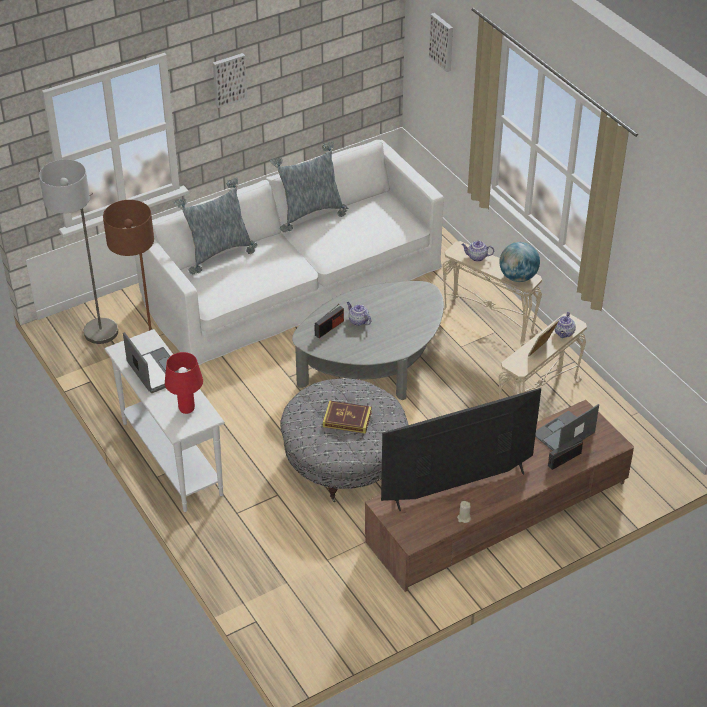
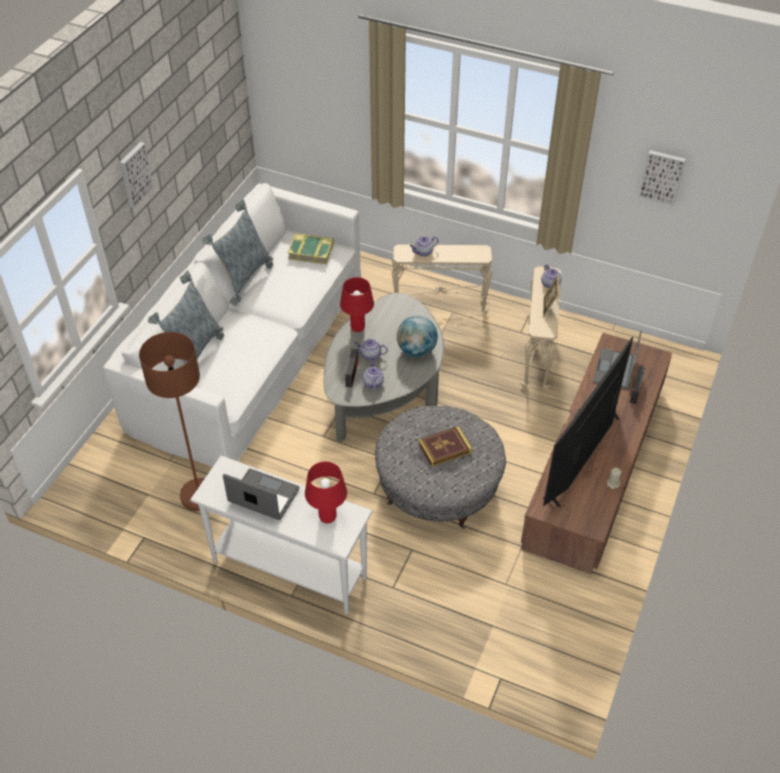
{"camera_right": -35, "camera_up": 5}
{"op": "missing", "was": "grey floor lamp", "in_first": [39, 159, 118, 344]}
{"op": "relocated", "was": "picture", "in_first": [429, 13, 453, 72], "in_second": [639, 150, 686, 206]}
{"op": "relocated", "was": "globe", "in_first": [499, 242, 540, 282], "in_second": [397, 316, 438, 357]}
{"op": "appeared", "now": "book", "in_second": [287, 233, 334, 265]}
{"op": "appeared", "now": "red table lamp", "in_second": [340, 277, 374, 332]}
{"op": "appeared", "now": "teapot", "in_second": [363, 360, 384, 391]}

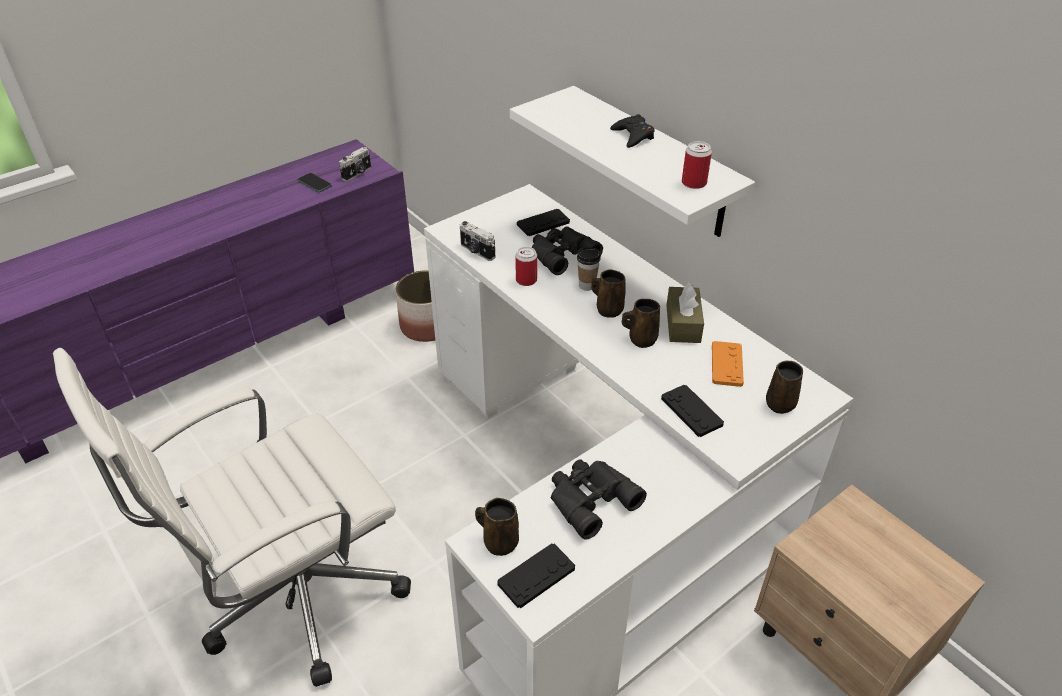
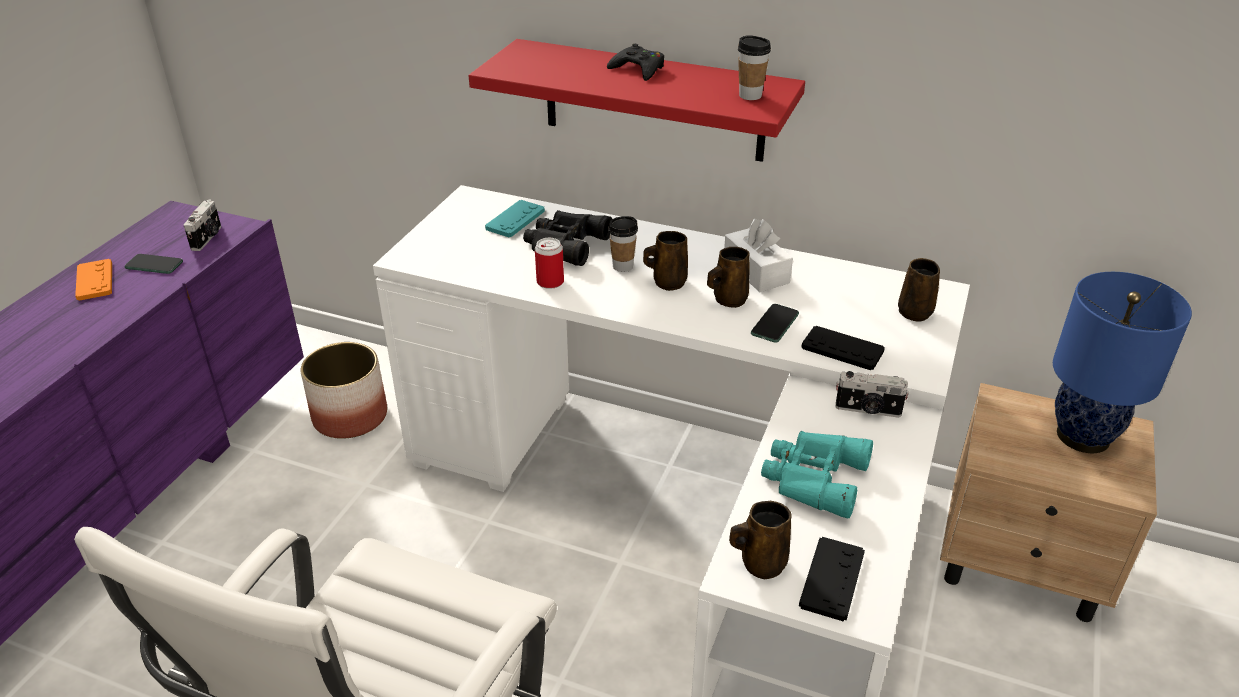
{"camera_right": -30, "camera_up": -5}
{"op": "relocated", "was": "photo camera", "in_first": [460, 221, 495, 261], "in_second": [836, 371, 909, 418]}
{"op": "colour", "was": "white shelf", "now": "red shelf", "in_first": [510, 86, 755, 237], "in_second": [469, 39, 805, 162]}
{"op": "colour", "was": "black game controller", "now": "turquoise game controller", "in_first": [517, 209, 570, 236], "in_second": [485, 200, 545, 237]}
{"op": "colour", "was": "black binoculars", "now": "turquoise binoculars", "in_first": [551, 459, 647, 540], "in_second": [761, 431, 873, 518]}
{"op": "colour", "was": "brown tissue box", "now": "white tissue box", "in_first": [666, 282, 704, 343], "in_second": [724, 219, 793, 292]}
{"op": "exchanged", "was": "can", "now": "cup", "in_first": [682, 141, 712, 189], "in_second": [738, 35, 771, 100]}
{"op": "relocated", "was": "orange game controller", "in_first": [712, 341, 744, 387], "in_second": [75, 259, 112, 301]}
{"op": "appeared", "now": "phone", "in_second": [751, 304, 799, 343]}
{"op": "appeared", "now": "blue table lamp", "in_second": [1053, 272, 1192, 453]}

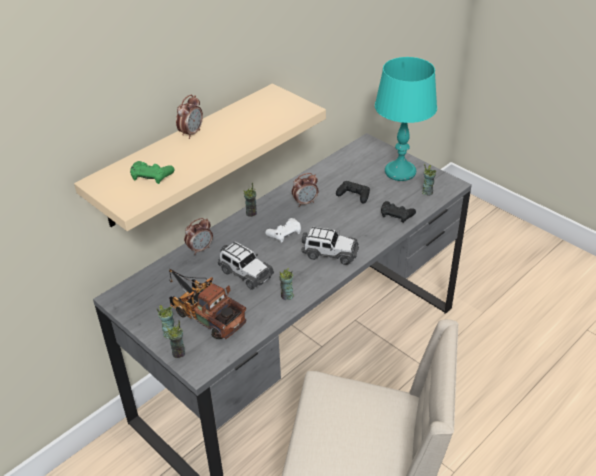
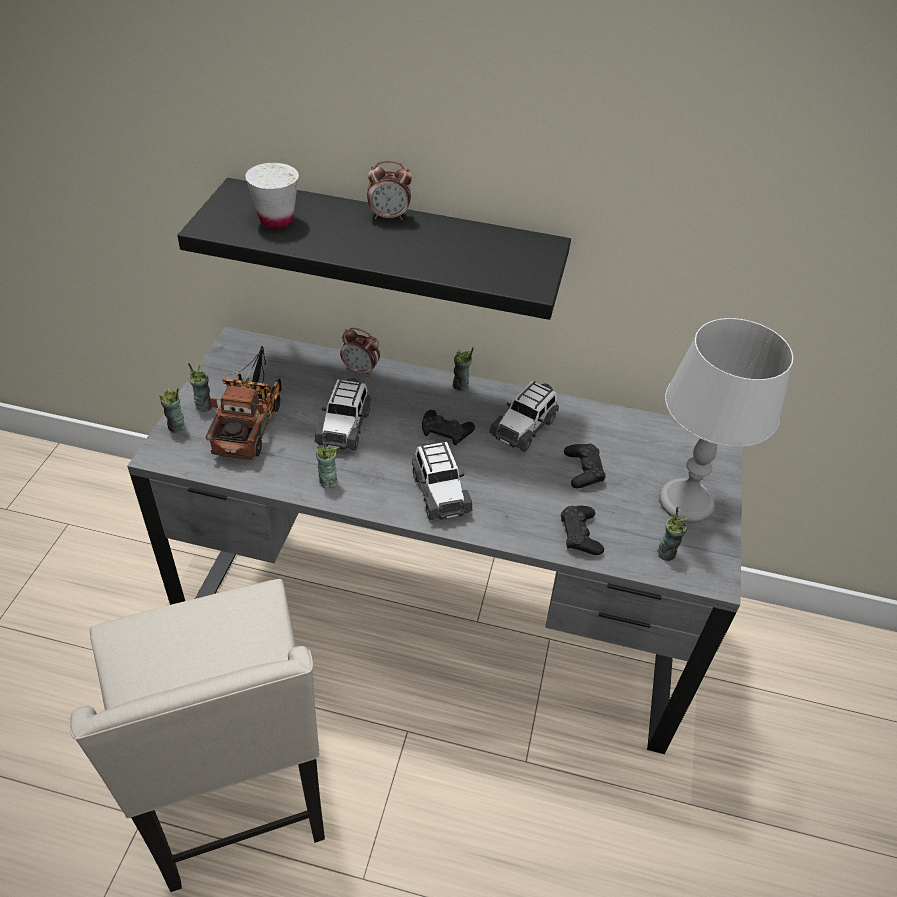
{"camera_right": 55, "camera_up": 5}
{"op": "colour", "was": "beige shelf", "now": "black shelf", "in_first": [74, 84, 326, 231], "in_second": [177, 178, 571, 320]}
{"op": "exchanged", "was": "green game controller", "now": "white cup", "in_first": [130, 161, 174, 184], "in_second": [245, 163, 299, 229]}
{"op": "colour", "was": "white game controller", "now": "black game controller", "in_first": [265, 218, 301, 242], "in_second": [422, 410, 475, 446]}
{"op": "exchanged", "was": "alarm clock", "now": "toy car", "in_first": [292, 173, 318, 207], "in_second": [489, 381, 559, 452]}
{"op": "colour", "was": "turquoise table lamp", "now": "grey table lamp", "in_first": [375, 57, 437, 181], "in_second": [659, 318, 793, 523]}

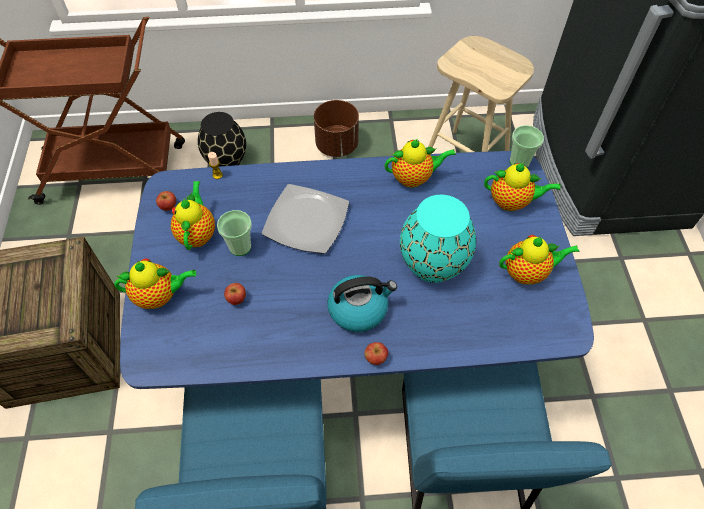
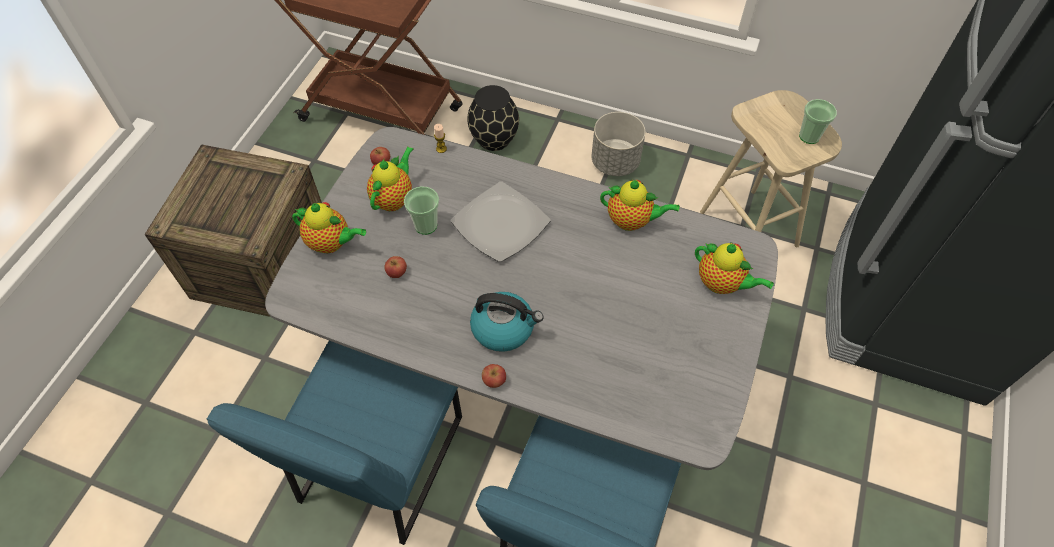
{"camera_right": 25, "camera_up": 0}
{"op": "colour", "was": "blue dining table", "now": "grey dining table", "in_first": [120, 151, 594, 389], "in_second": [265, 127, 778, 470]}
{"op": "colour", "was": "brown planter", "now": "grey planter", "in_first": [314, 100, 359, 157], "in_second": [591, 112, 645, 176]}
{"op": "missing", "was": "turquoise vase", "in_first": [400, 195, 476, 283]}
{"op": "missing", "was": "teapot", "in_first": [499, 235, 580, 284]}
{"op": "relocated", "was": "cup", "in_first": [510, 125, 544, 167], "in_second": [799, 99, 837, 144]}

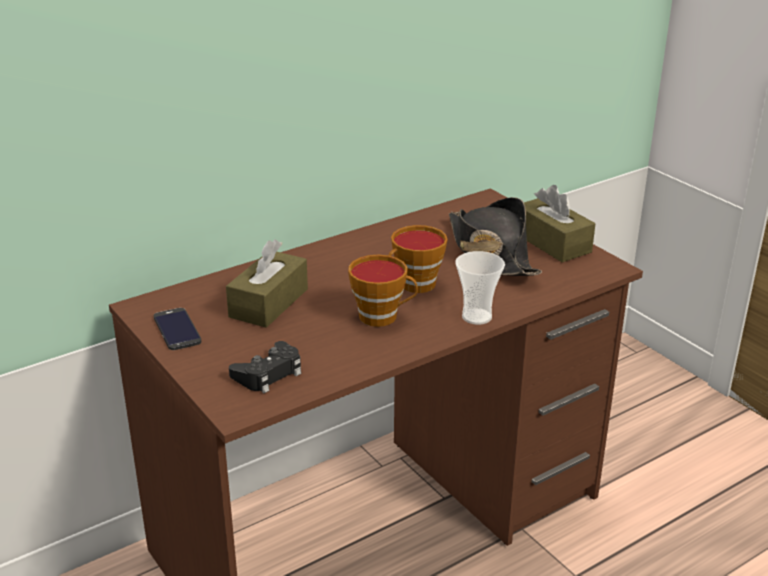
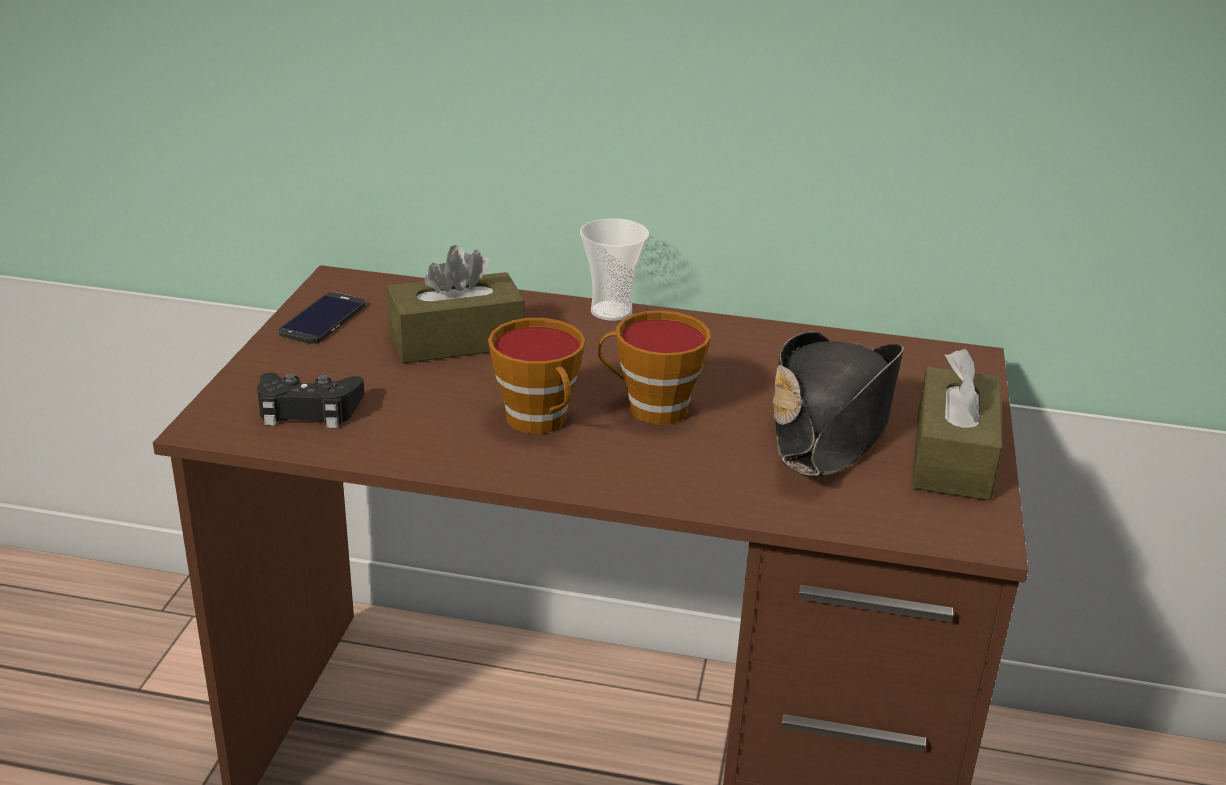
{"camera_right": 45, "camera_up": 0}
{"op": "relocated", "was": "cup", "in_first": [455, 251, 505, 325], "in_second": [580, 218, 649, 321]}

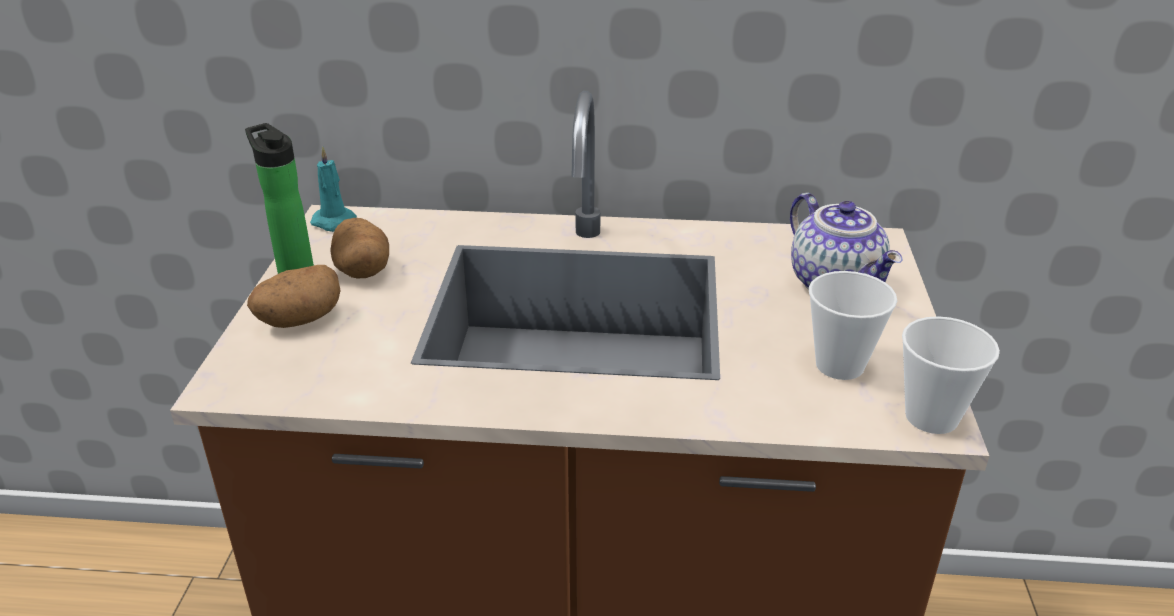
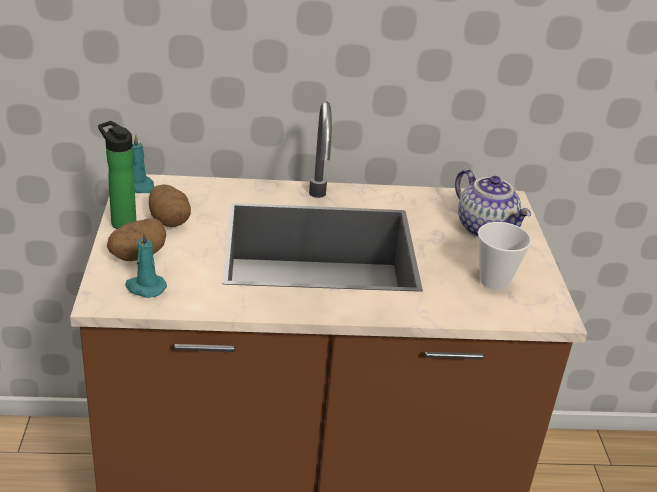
{"camera_right": -10, "camera_up": 0}
{"op": "missing", "was": "cup", "in_first": [902, 316, 1000, 434]}
{"op": "appeared", "now": "turquoise candle", "in_second": [125, 230, 167, 298]}

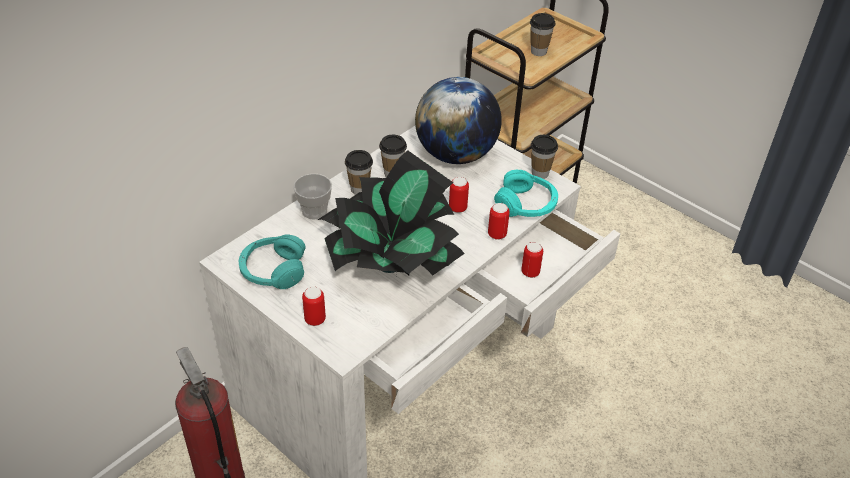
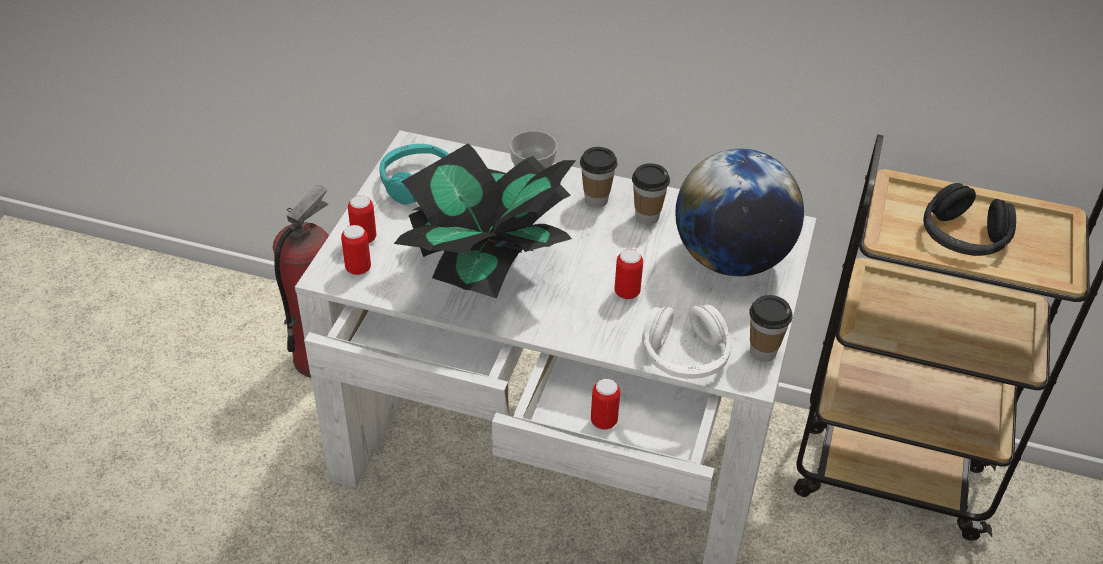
{"camera_right": 65, "camera_up": 0}
{"op": "relocated", "was": "can", "in_first": [488, 203, 510, 240], "in_second": [341, 225, 371, 275]}
{"op": "colour", "was": "turquoise headphones", "now": "white headphones", "in_first": [494, 170, 558, 217], "in_second": [642, 305, 731, 379]}
{"op": "exchanged", "was": "cup", "now": "black headphones", "in_first": [530, 13, 555, 56], "in_second": [923, 183, 1016, 256]}

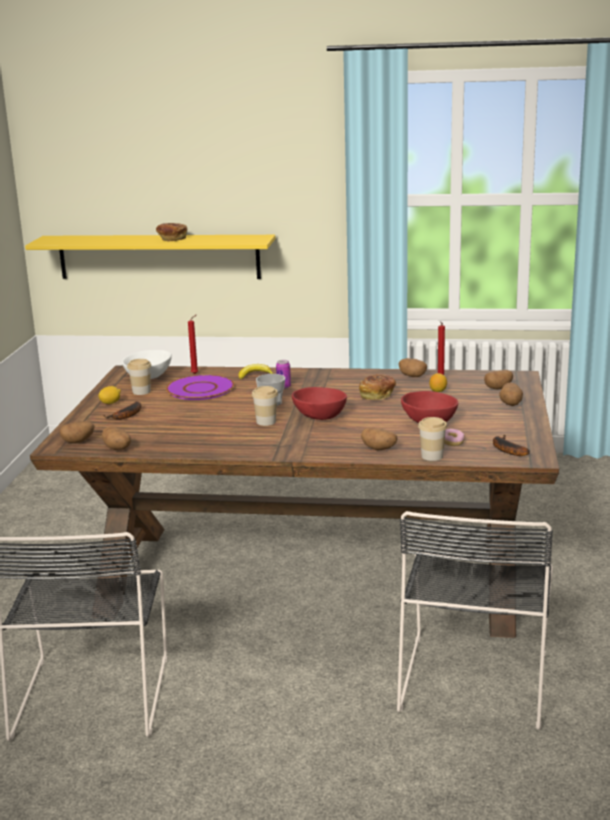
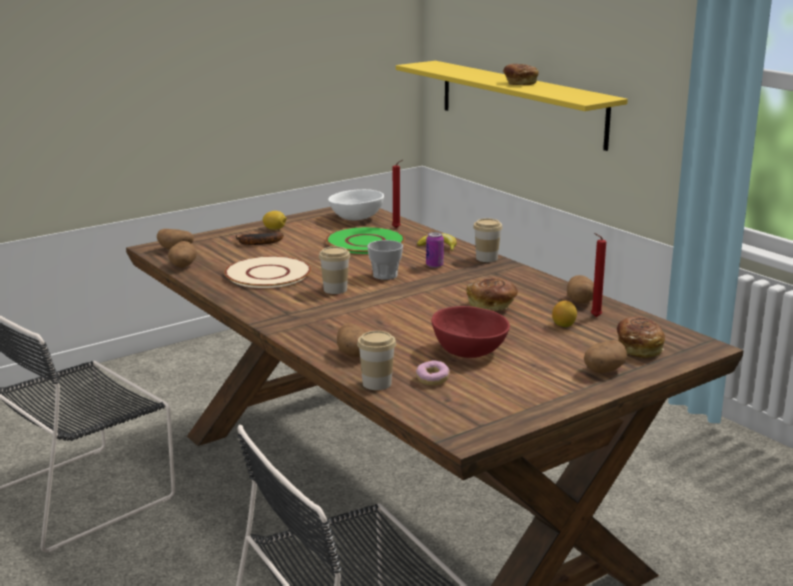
{"camera_right": 45, "camera_up": 0}
{"op": "relocated", "was": "cup", "in_first": [127, 359, 151, 395], "in_second": [473, 218, 502, 262]}
{"op": "colour", "was": "purple plate", "now": "green plate", "in_first": [166, 375, 234, 400], "in_second": [326, 227, 405, 254]}
{"op": "missing", "was": "red bowl", "in_first": [292, 387, 347, 420]}
{"op": "exchanged", "was": "potato", "now": "bread", "in_first": [484, 370, 513, 389], "in_second": [617, 317, 665, 358]}
{"op": "missing", "was": "banana", "in_first": [493, 435, 530, 456]}
{"op": "appeared", "now": "beige plate", "in_second": [224, 256, 311, 288]}

